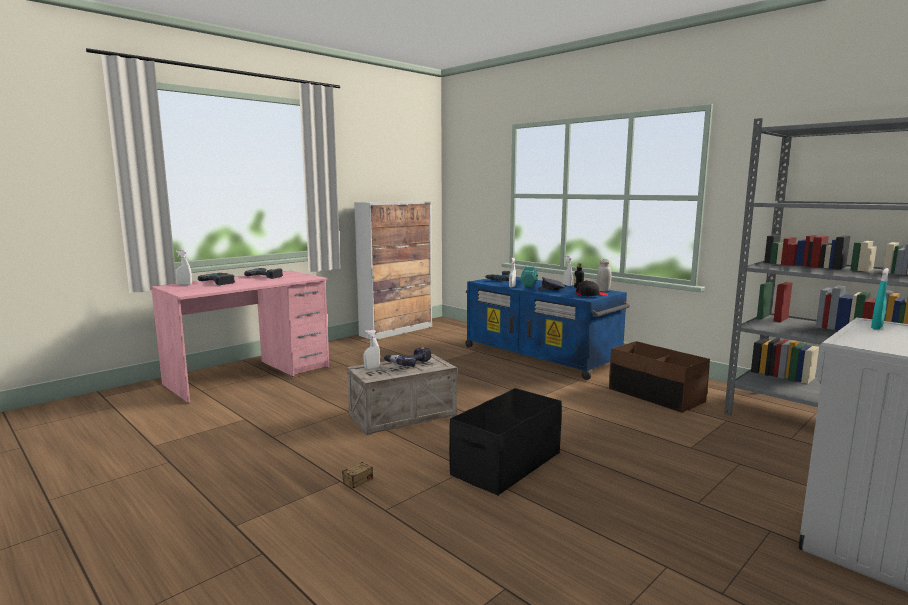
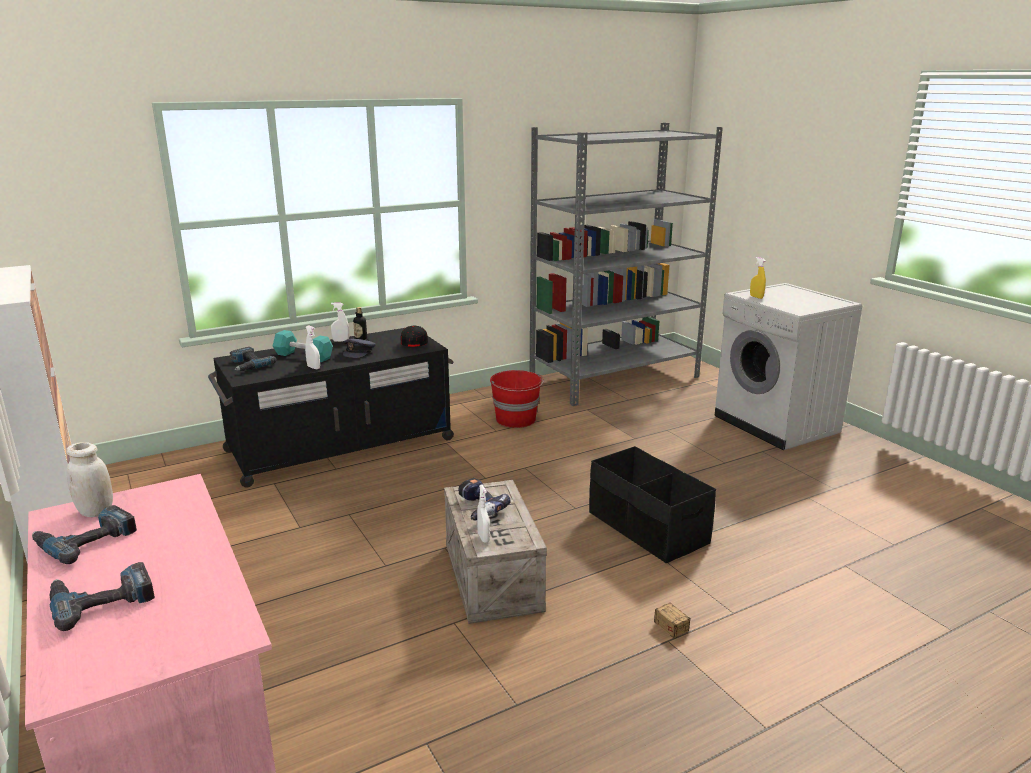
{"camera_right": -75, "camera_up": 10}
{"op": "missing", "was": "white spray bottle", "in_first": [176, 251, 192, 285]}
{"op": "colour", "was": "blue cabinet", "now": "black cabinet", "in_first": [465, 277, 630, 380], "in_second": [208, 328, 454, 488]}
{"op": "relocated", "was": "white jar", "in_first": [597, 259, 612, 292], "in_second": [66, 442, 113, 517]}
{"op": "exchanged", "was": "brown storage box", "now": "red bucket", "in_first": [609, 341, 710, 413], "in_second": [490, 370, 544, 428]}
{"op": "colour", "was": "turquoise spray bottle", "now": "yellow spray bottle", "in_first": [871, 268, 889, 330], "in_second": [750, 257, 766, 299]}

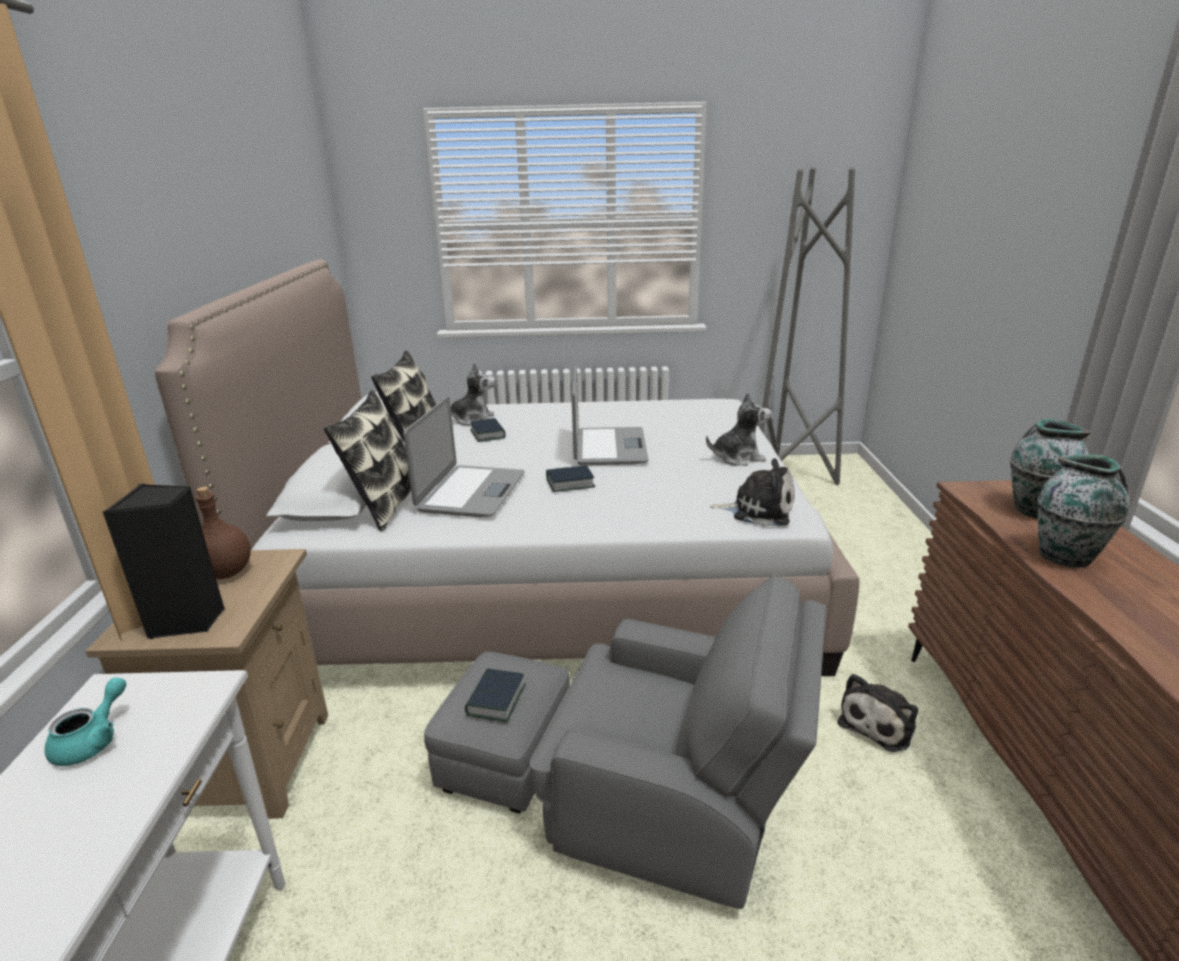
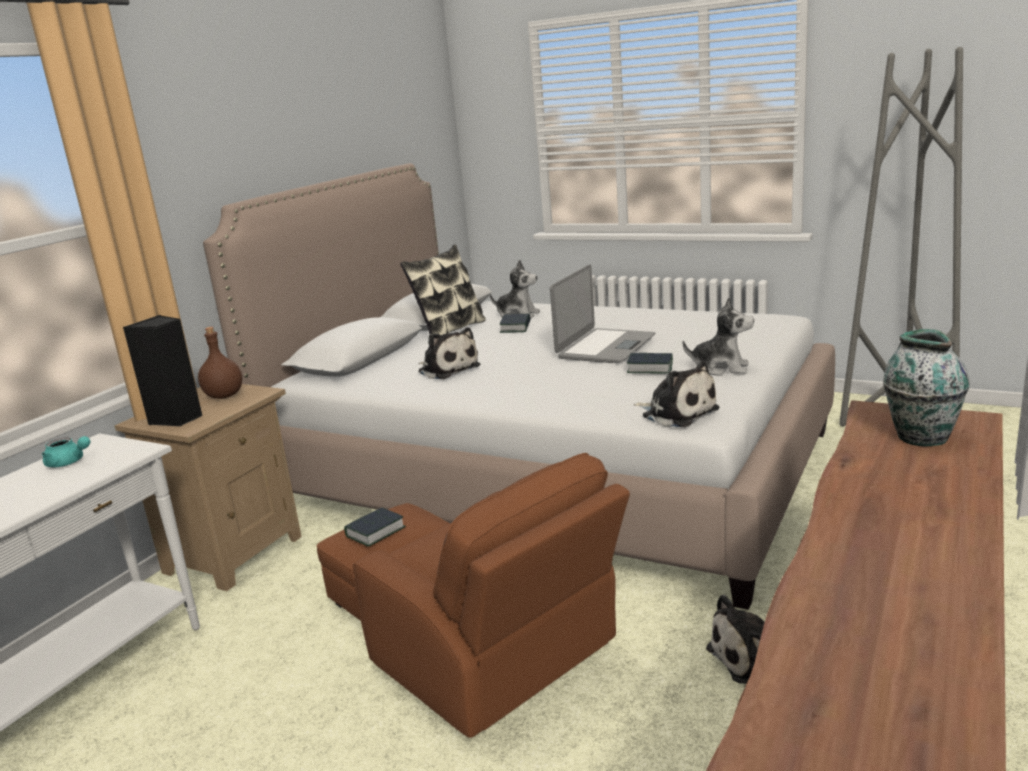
{"camera_right": 30, "camera_up": -5}
{"op": "spun", "was": "turquoise teapot", "in_first": [44, 677, 126, 766], "in_second": [42, 436, 91, 467], "clockwise": 60}
{"op": "missing", "was": "pillow", "in_first": [324, 390, 411, 531]}
{"op": "exchanged", "was": "laptop", "now": "plush toy", "in_first": [403, 397, 525, 517], "in_second": [419, 327, 480, 379]}
{"op": "colour", "was": "grey armchair", "now": "brown armchair", "in_first": [424, 575, 826, 909], "in_second": [316, 453, 630, 738]}
{"op": "relocated", "was": "book", "in_first": [546, 465, 595, 492], "in_second": [627, 353, 673, 374]}
{"op": "missing", "was": "vase", "in_first": [1037, 455, 1129, 568]}

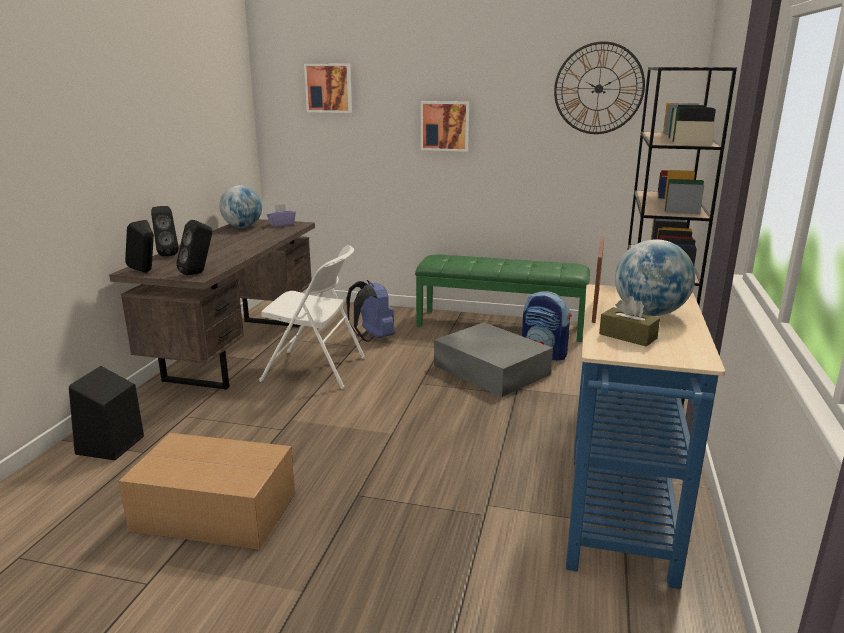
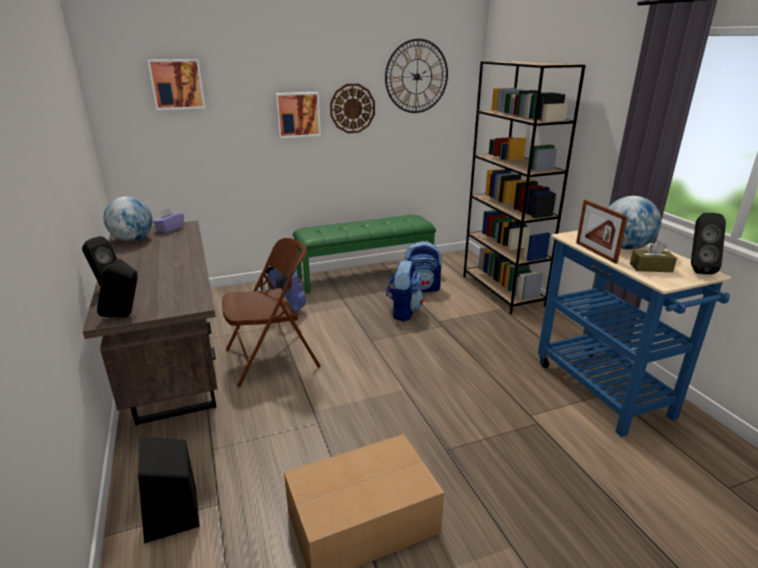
{"camera_right": -35, "camera_up": 5}
{"op": "relocated", "was": "black speaker", "in_first": [176, 220, 212, 275], "in_second": [691, 213, 726, 275]}
{"op": "colour", "was": "white chair", "now": "brown chair", "in_first": [259, 245, 365, 390], "in_second": [222, 238, 320, 387]}
{"op": "exchanged", "was": "grey storage box", "now": "backpack", "in_first": [434, 322, 553, 397], "in_second": [386, 260, 424, 321]}
{"op": "appeared", "now": "wall clock", "in_second": [330, 84, 375, 133]}

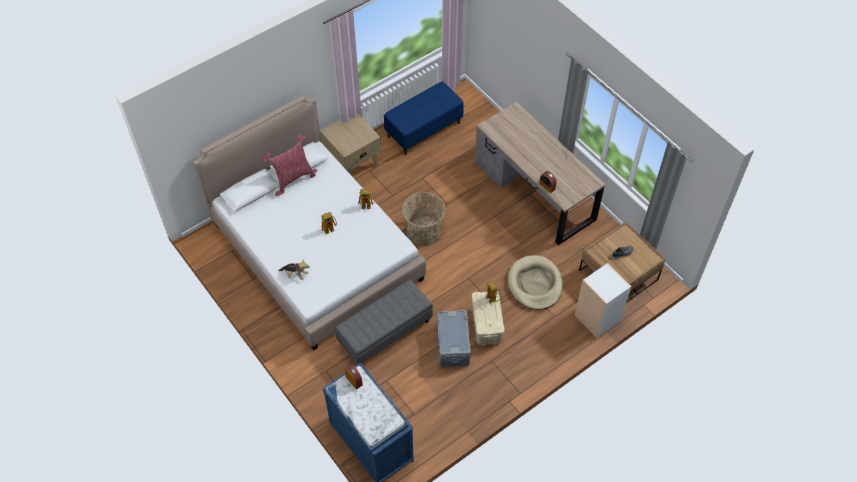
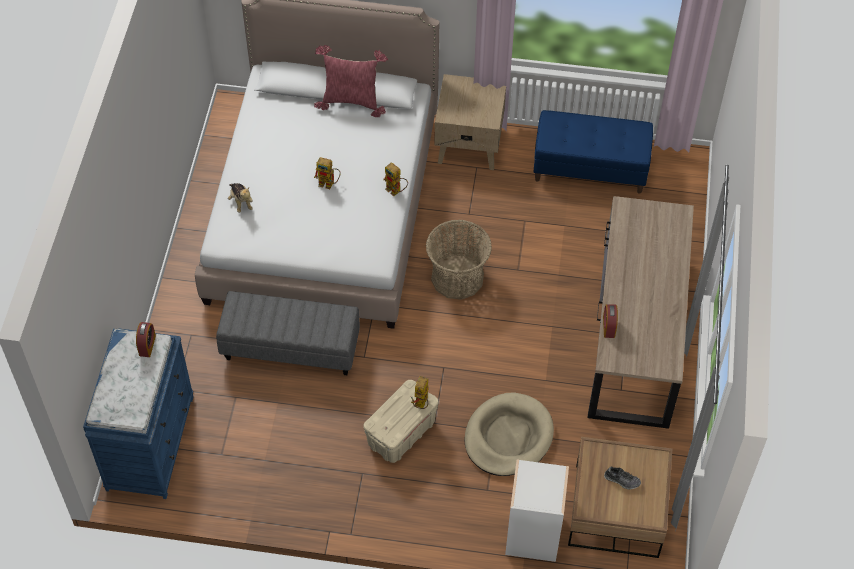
{"camera_right": 45, "camera_up": 0}
{"op": "missing", "was": "grey storage box", "in_first": [437, 310, 471, 368]}

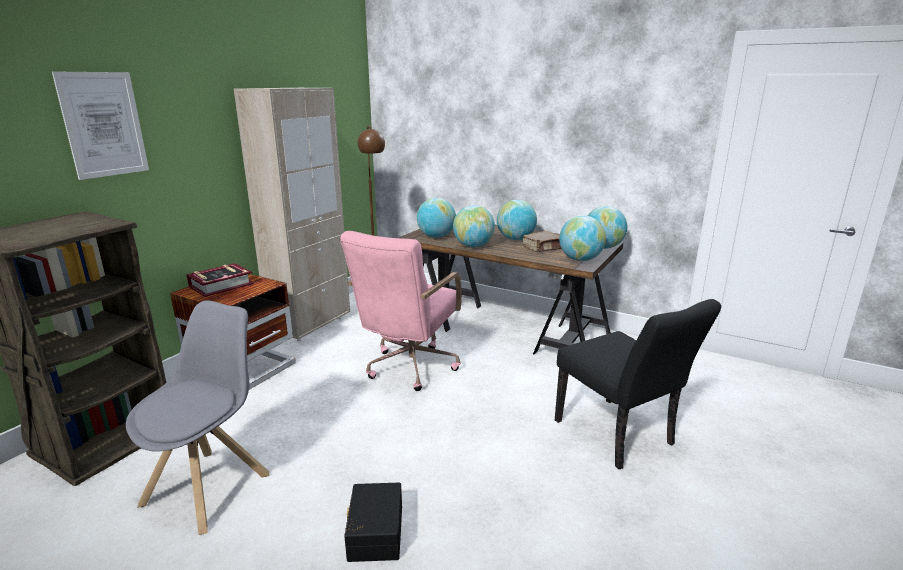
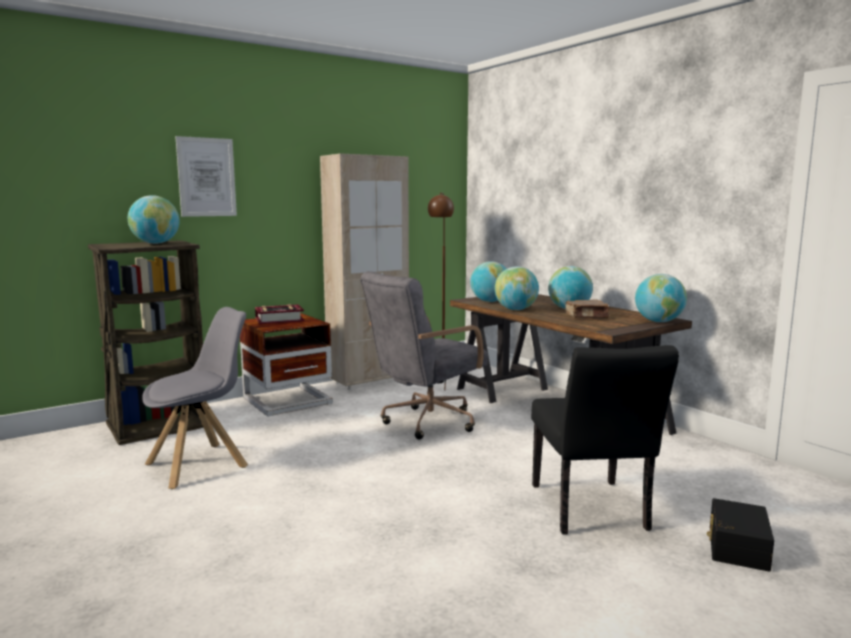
{"camera_right": 25, "camera_up": -10}
{"op": "colour", "was": "pink office chair", "now": "grey office chair", "in_first": [340, 231, 462, 391], "in_second": [360, 271, 488, 440]}
{"op": "relocated", "was": "black storage box", "in_first": [344, 483, 402, 562], "in_second": [707, 498, 774, 572]}
{"op": "relocated", "was": "globe", "in_first": [559, 215, 606, 261], "in_second": [128, 195, 180, 244]}

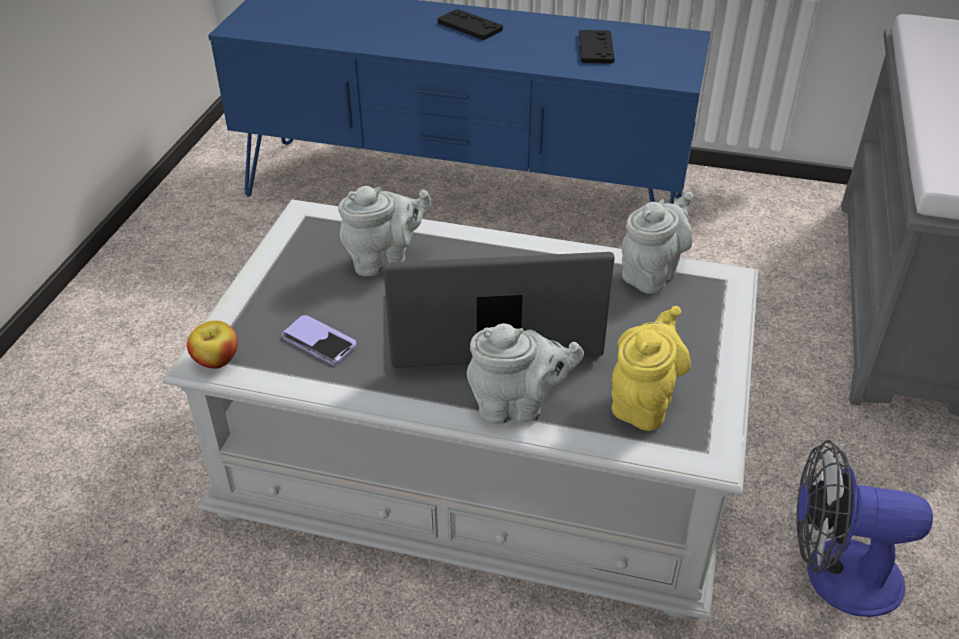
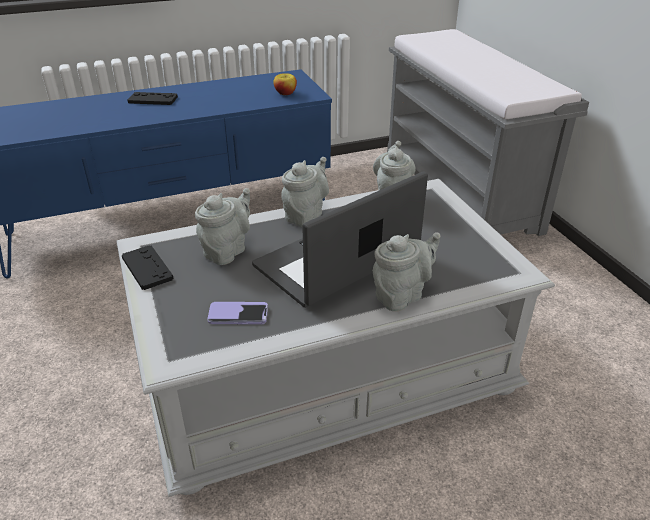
{"camera_right": -35, "camera_up": -5}
{"op": "relocated", "was": "apple", "in_first": [187, 321, 238, 369], "in_second": [274, 73, 297, 95]}
{"op": "relocated", "was": "black game controller", "in_first": [579, 30, 615, 64], "in_second": [122, 245, 174, 290]}
{"op": "missing", "was": "yellow teapot", "in_first": [612, 306, 691, 431]}
{"op": "missing", "was": "fan", "in_first": [796, 440, 933, 617]}
{"op": "appeared", "now": "grey teapot", "in_second": [281, 157, 329, 227]}

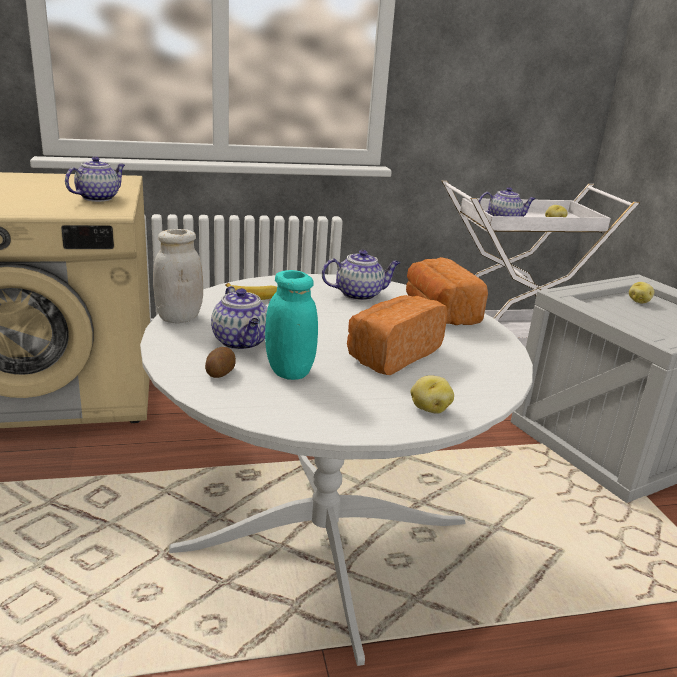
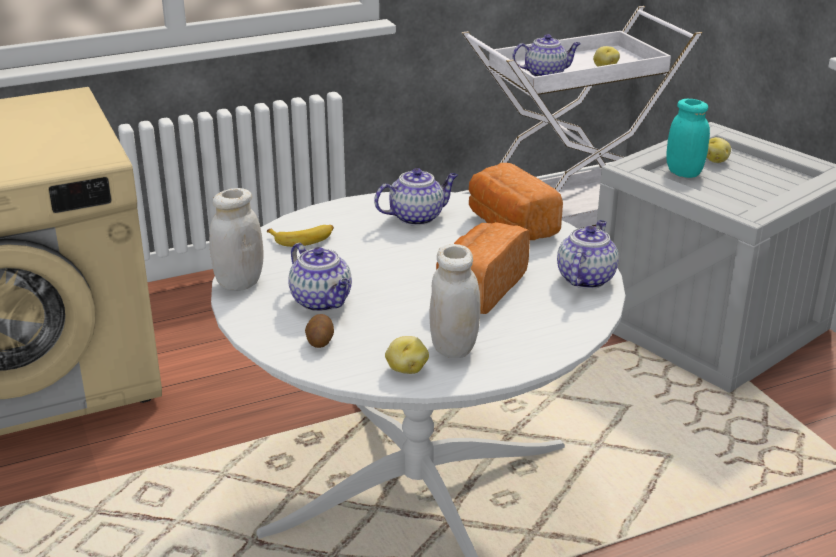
{"camera_right": -10, "camera_up": 5}
{"op": "relocated", "was": "teapot", "in_first": [65, 157, 125, 202], "in_second": [557, 220, 619, 289]}
{"op": "relocated", "was": "turquoise jar", "in_first": [265, 270, 318, 380], "in_second": [666, 99, 710, 178]}
{"op": "relocated", "was": "potato", "in_first": [411, 375, 454, 414], "in_second": [385, 336, 429, 374]}
{"op": "appeared", "now": "white jar", "in_second": [430, 244, 481, 358]}

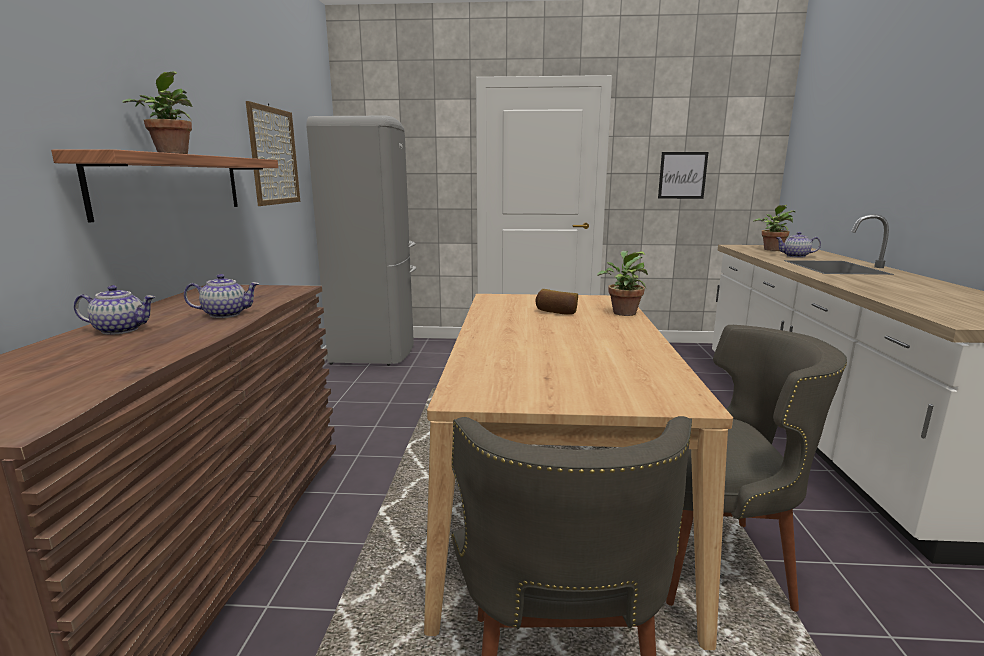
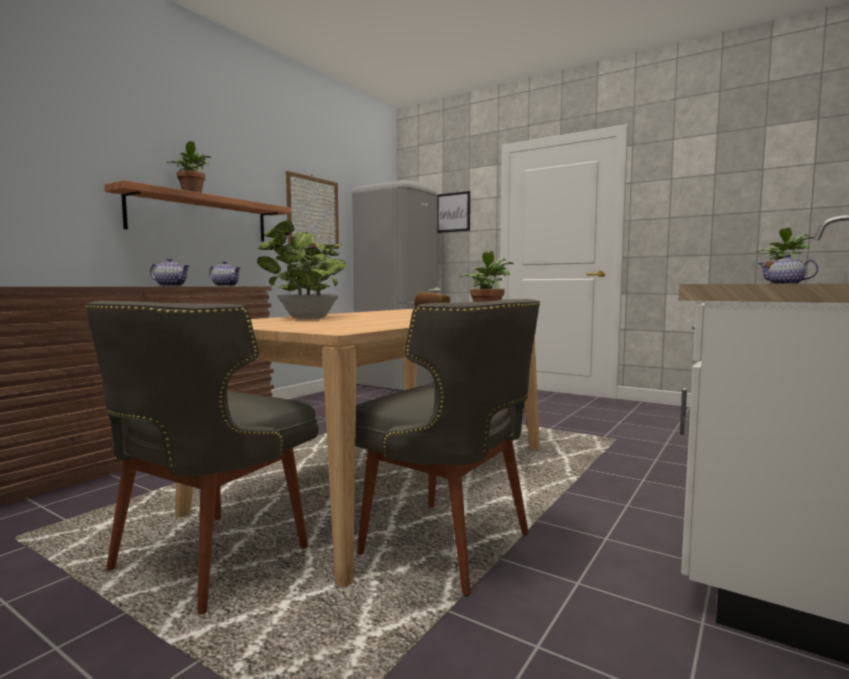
{"camera_right": 30, "camera_up": -10}
{"op": "relocated", "was": "teapot", "in_first": [74, 285, 155, 335], "in_second": [209, 261, 241, 286]}
{"op": "relocated", "was": "picture", "in_first": [658, 152, 708, 199], "in_second": [437, 191, 470, 233]}
{"op": "appeared", "now": "potted plant", "in_second": [257, 221, 346, 319]}

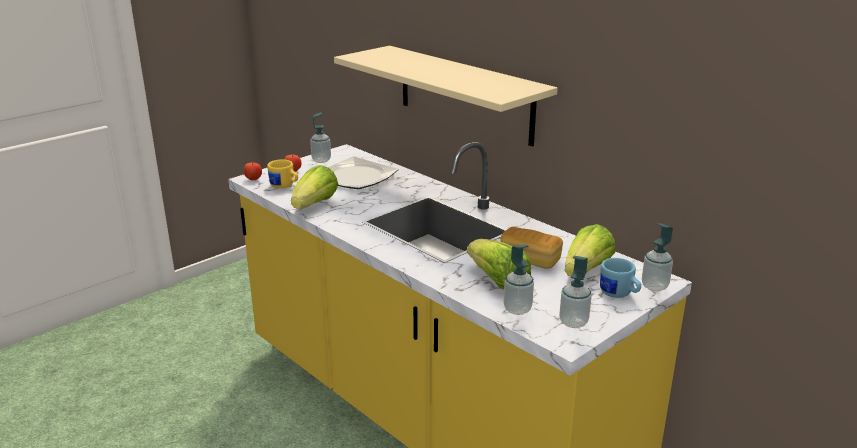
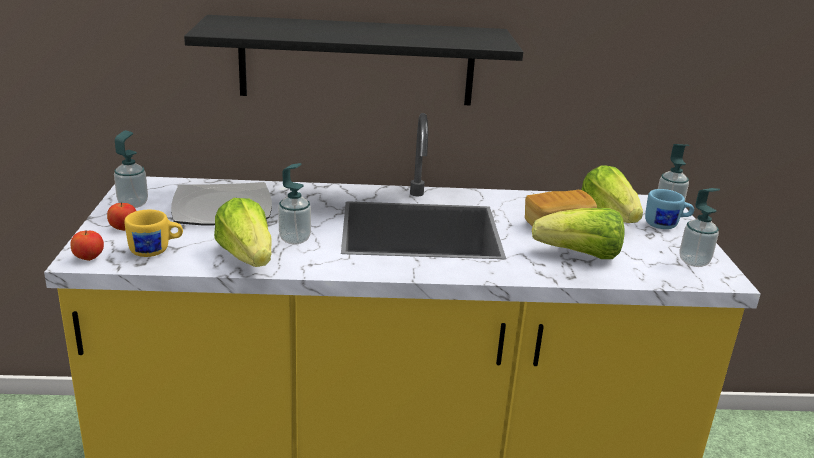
{"camera_right": -50, "camera_up": 0}
{"op": "colour", "was": "beige shelf", "now": "black shelf", "in_first": [334, 46, 558, 147], "in_second": [184, 15, 523, 106]}
{"op": "relocated", "was": "soap dispenser", "in_first": [504, 244, 534, 315], "in_second": [278, 163, 311, 244]}

